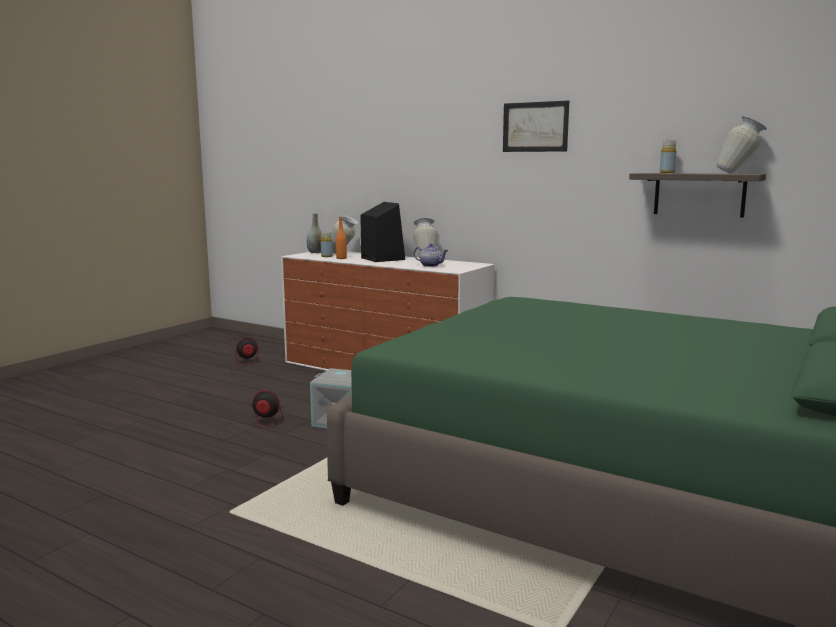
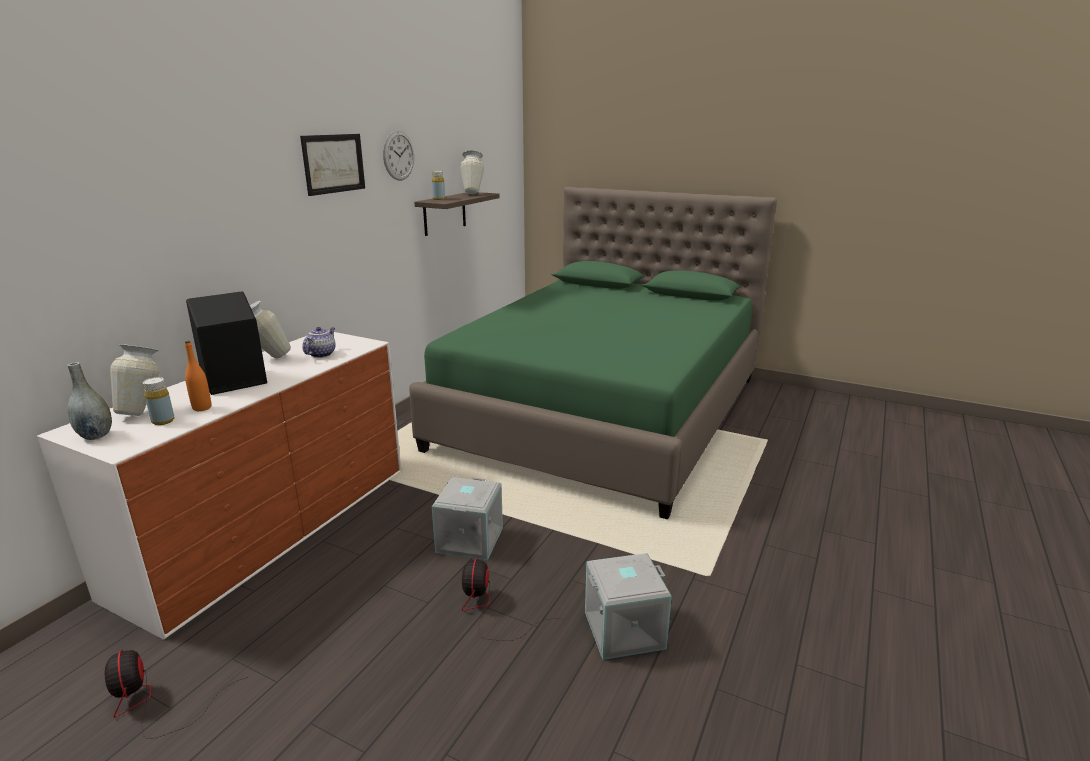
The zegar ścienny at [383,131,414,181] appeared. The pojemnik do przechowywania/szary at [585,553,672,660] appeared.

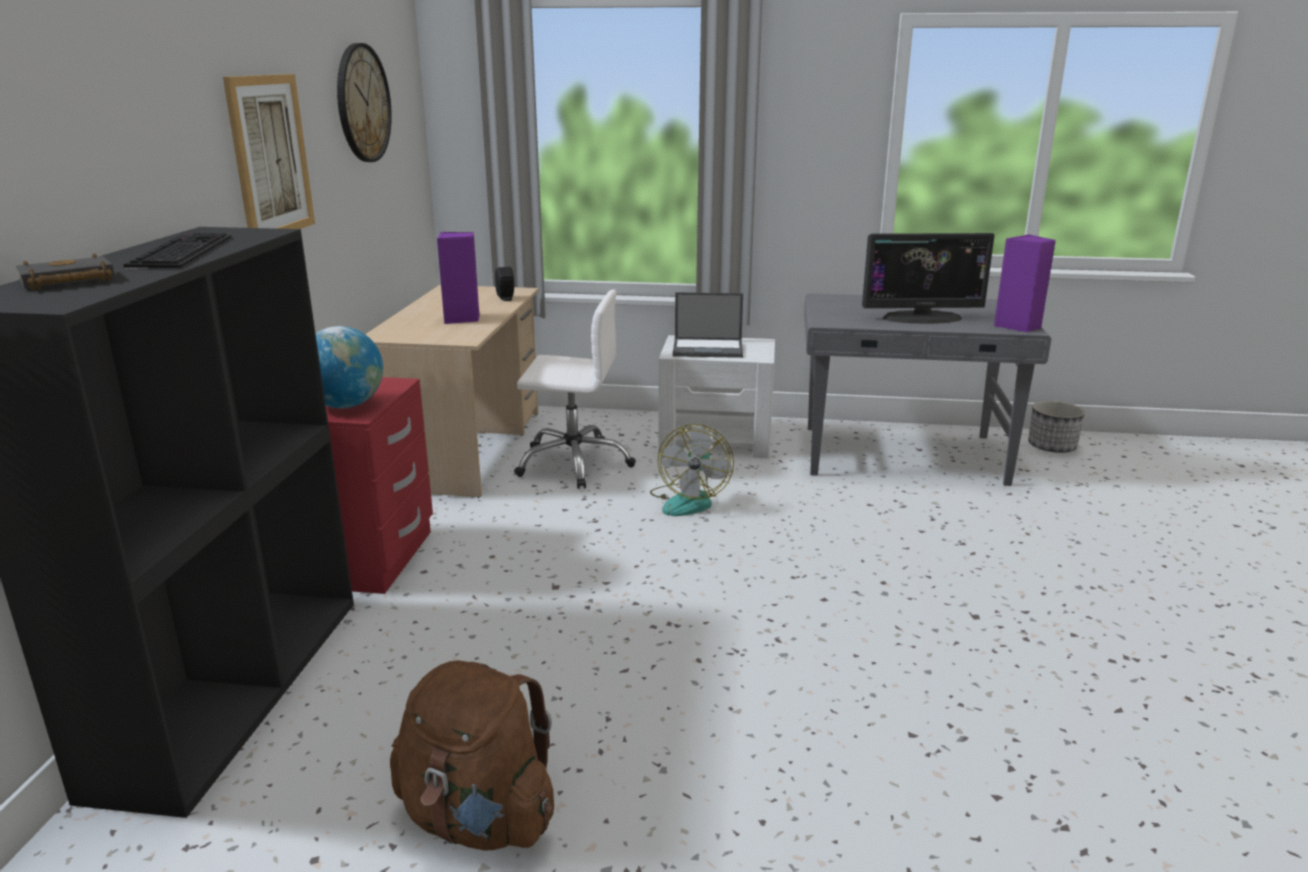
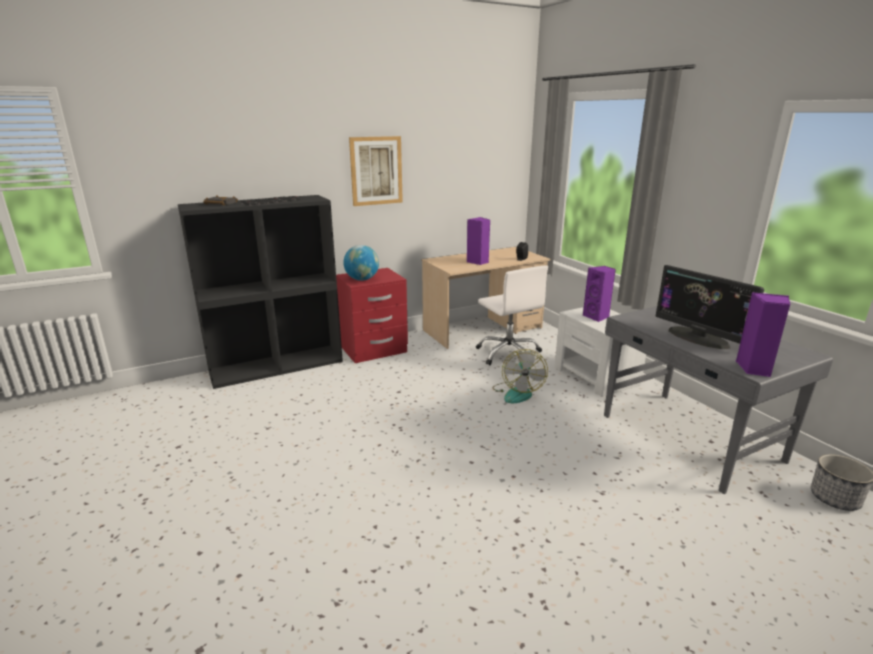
The zegar ścienny at [337,43,392,162] disappeared. The laptop at [673,292,743,358] was replaced by the głośnik/fioletowy at [583,266,616,322]. The wentylator at [650,424,734,516] turned 60 degrees counterclockwise. The plecak/brązowy at [390,660,554,851] disappeared.

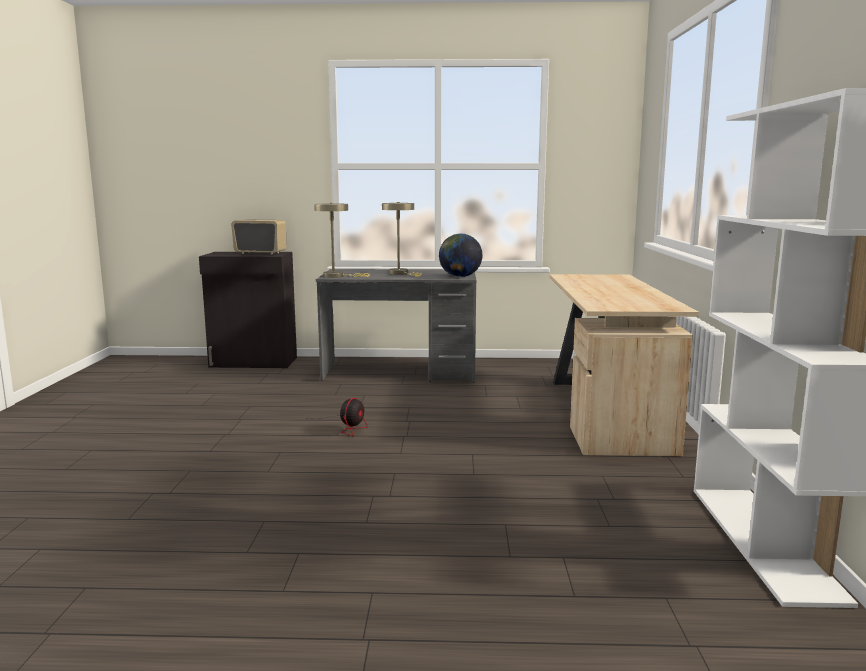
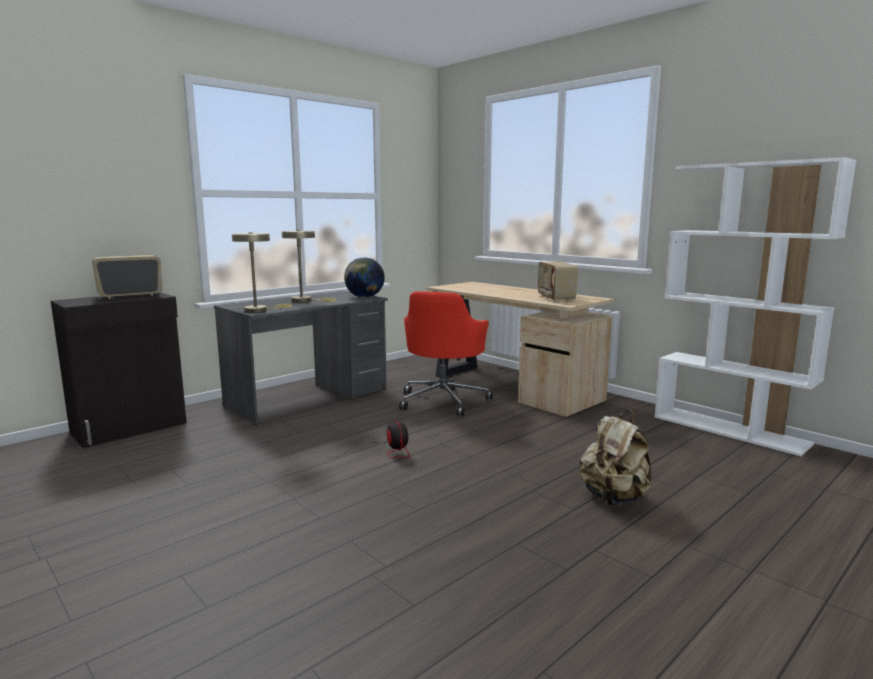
The radio at [538,262,578,301] appeared. The krzesło biurowe/czerwony at [399,291,493,416] appeared. The plecak/beżowy at [580,410,652,505] appeared.

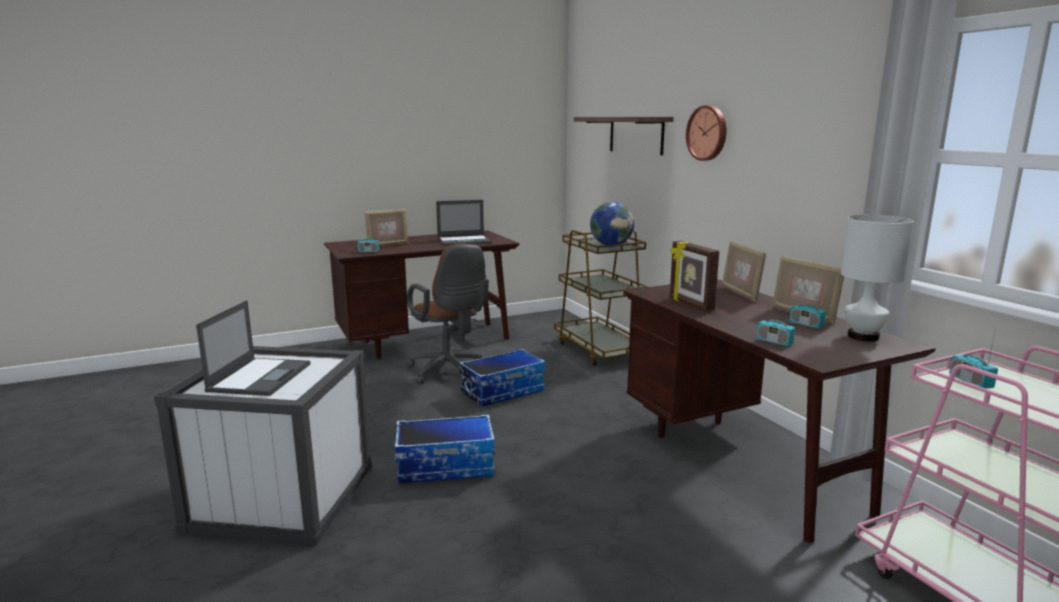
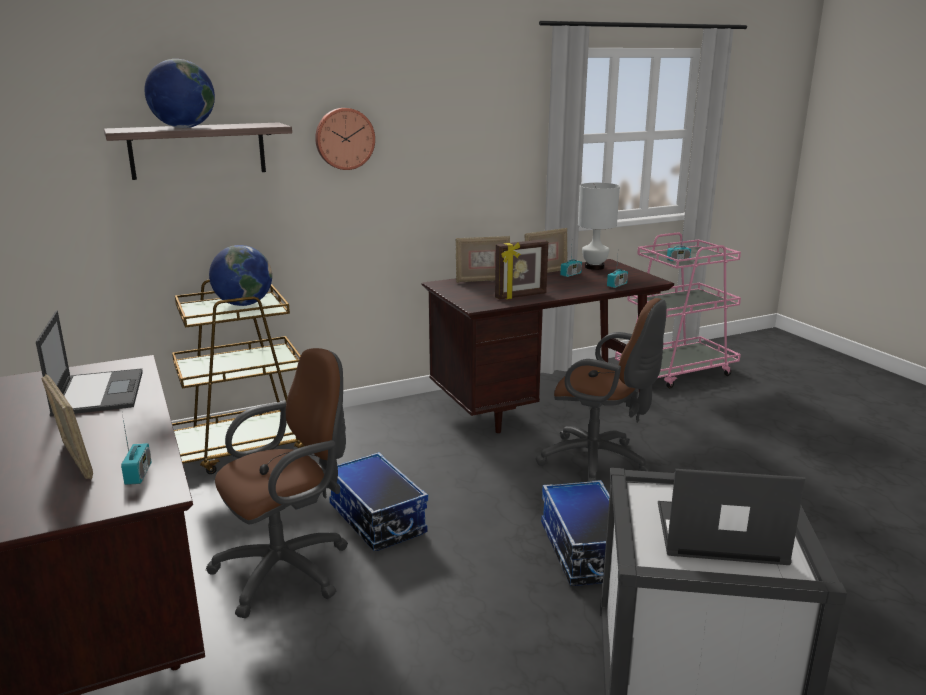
The globus at [144,59,215,128] appeared. The krzesło biurowe/brązowy at [536,298,667,482] appeared.

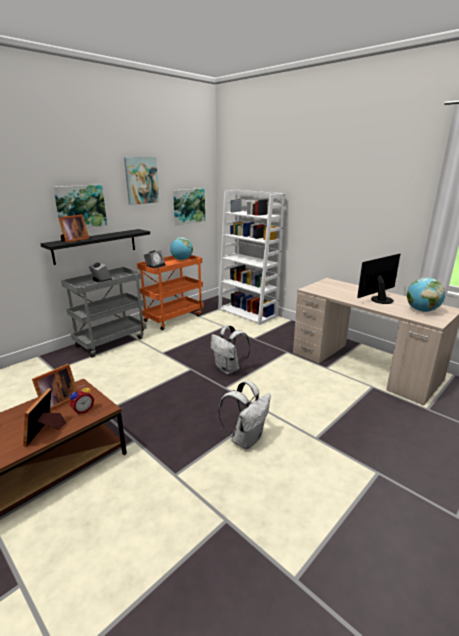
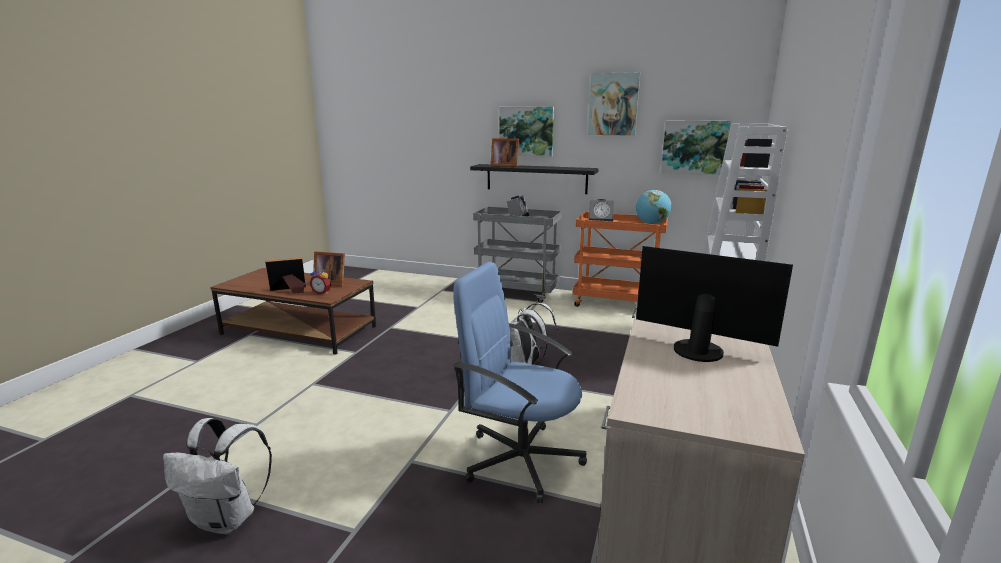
The globus at [407,277,445,312] disappeared. The plecak/biały moved from [218,381,271,449] to [163,418,272,534]. The krzesło biurowe/niebieski at [453,262,587,503] appeared.

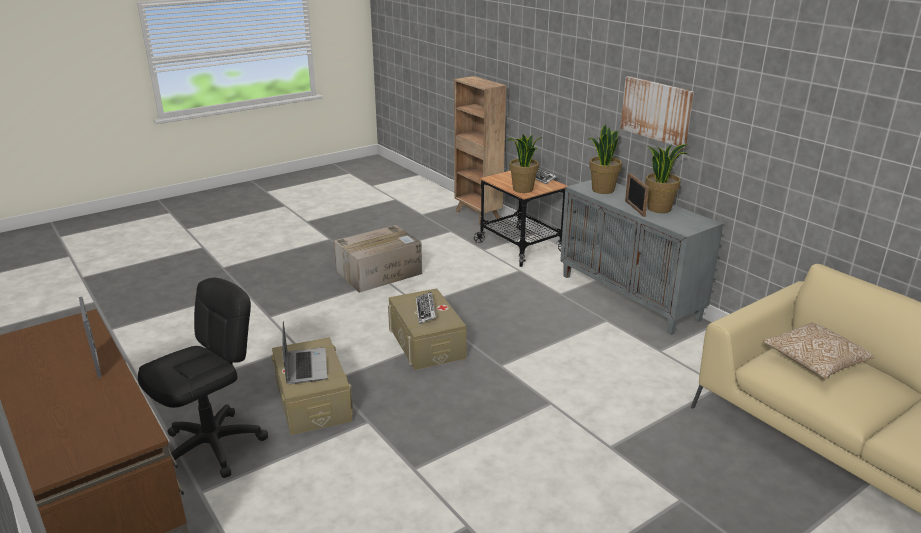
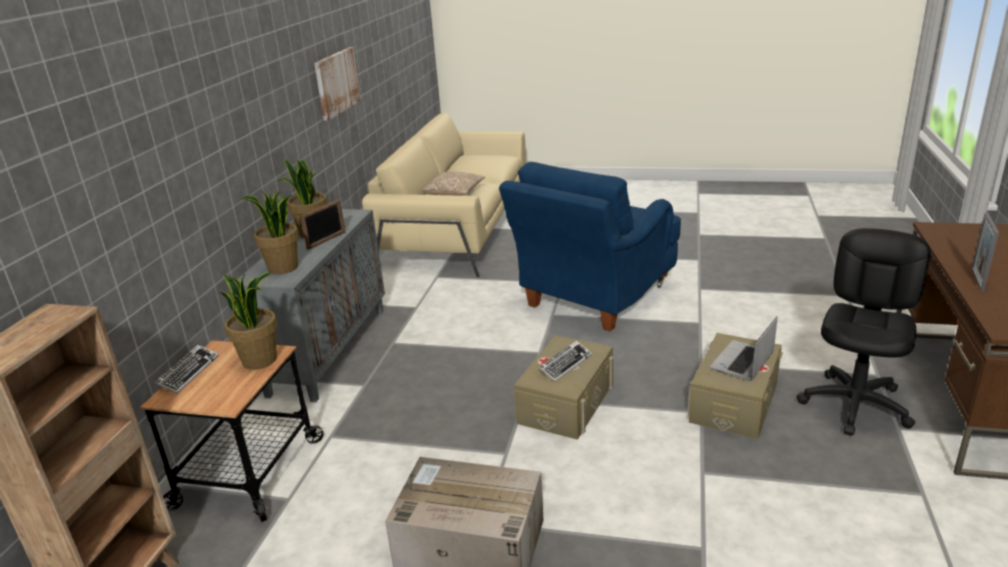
The obraz moved from [620,76,694,148] to [314,47,361,121]. The krzesło biurowe/czarny at [138,278,268,478] turned 120 degrees clockwise. The fotel/niebieski at [499,162,681,332] appeared.

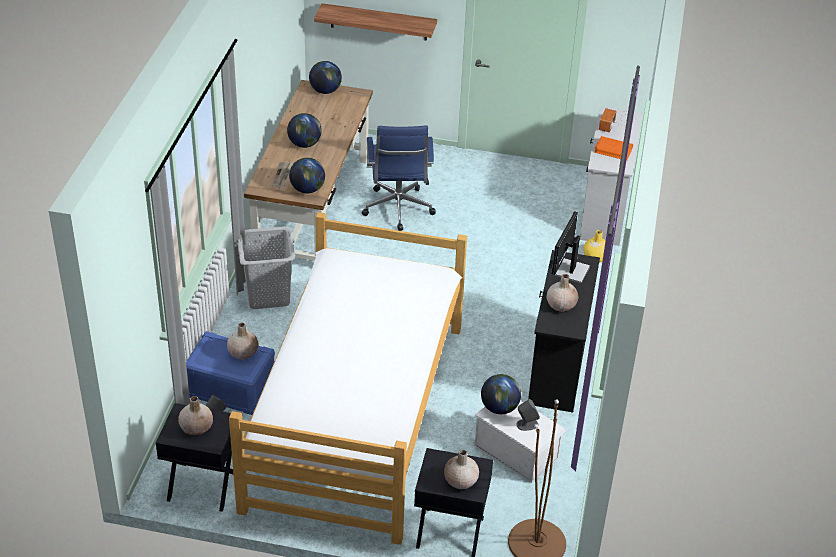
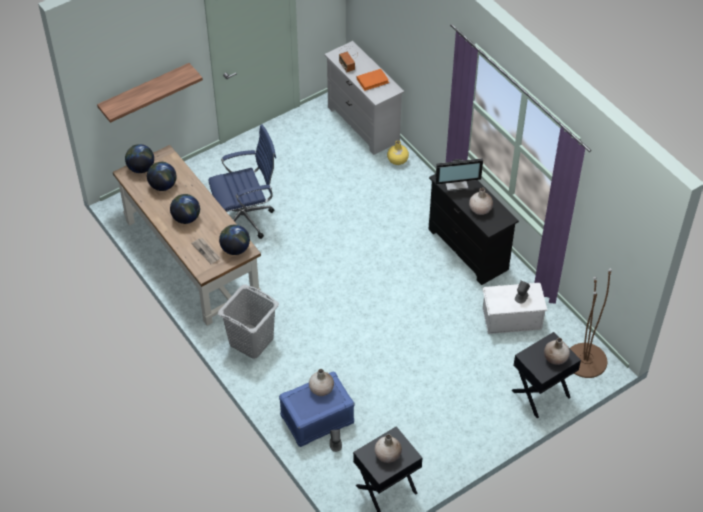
The krzesło biurowe/niebieski at [362,126,436,231] turned 60 degrees counterclockwise. The monitor at [552,211,590,284] turned 75 degrees counterclockwise. The łóżko at [229,212,467,545] disappeared. The globus moved from [481,374,521,414] to [147,162,177,191].

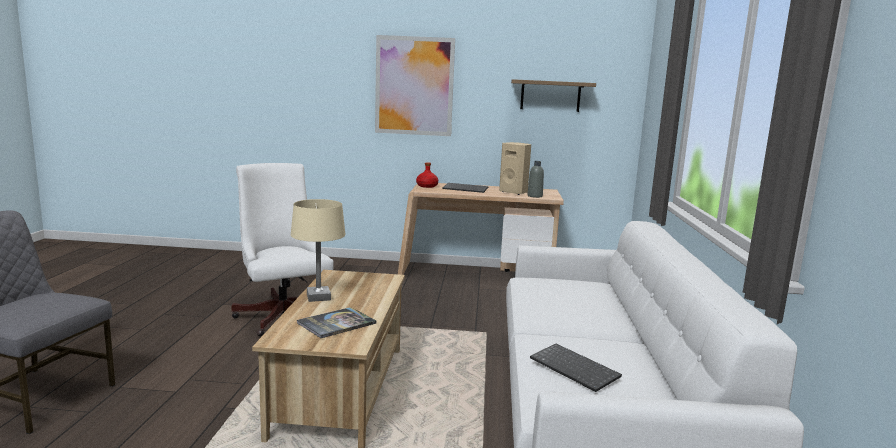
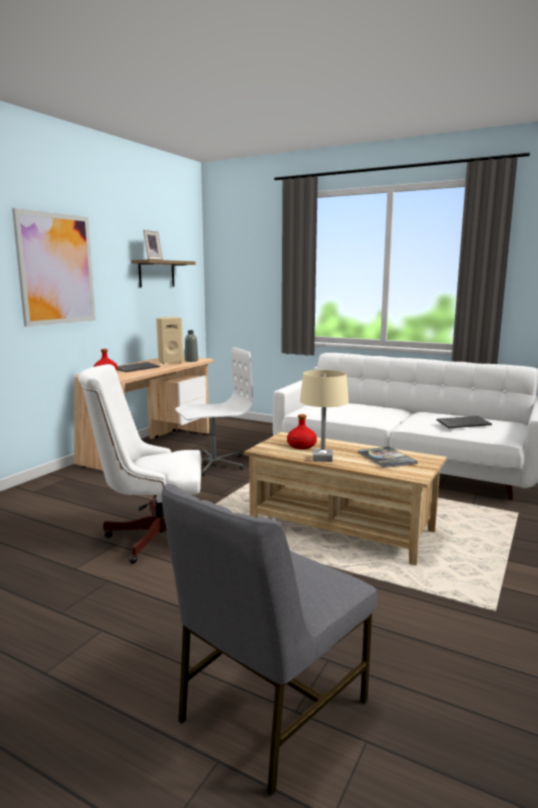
The ramka na zdjęcie at [143,230,163,260] appeared. The krzesło biurowe/biały at [175,347,253,476] appeared. The butelka/czerwony at [287,414,317,449] appeared.

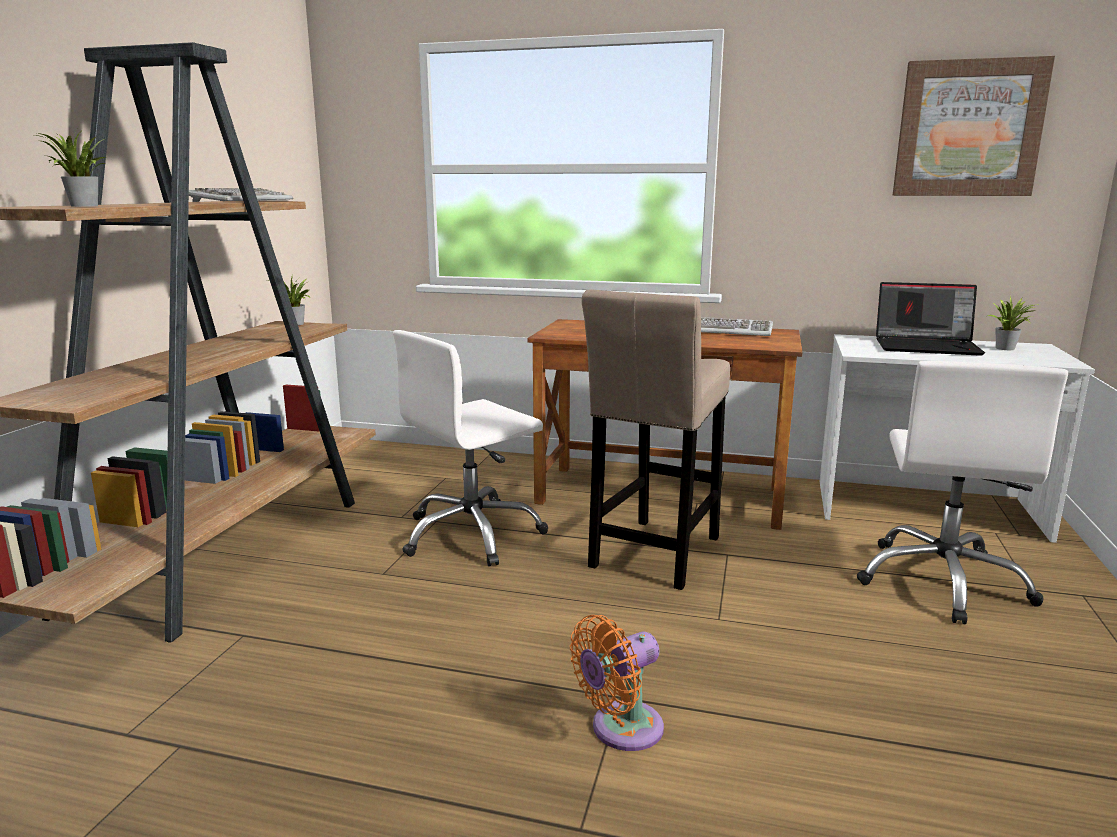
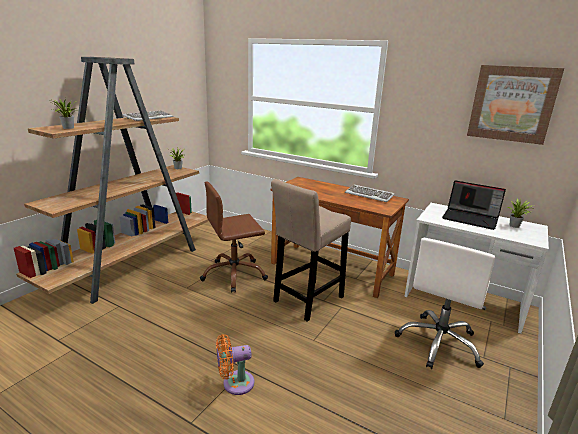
The krzesło biurowe/biały at [393,330,548,566] became the krzesło biurowe/brązowy at [200,181,268,293].

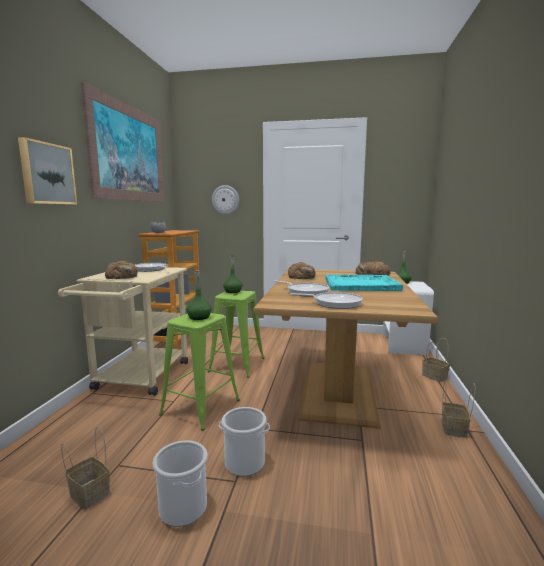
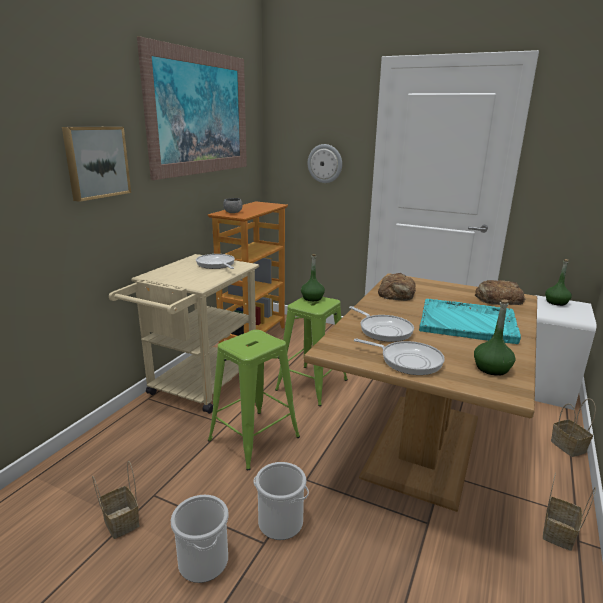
The chleb at [105,260,138,279] disappeared. The butelka/zielony moved from [186,270,212,320] to [474,299,515,376].

